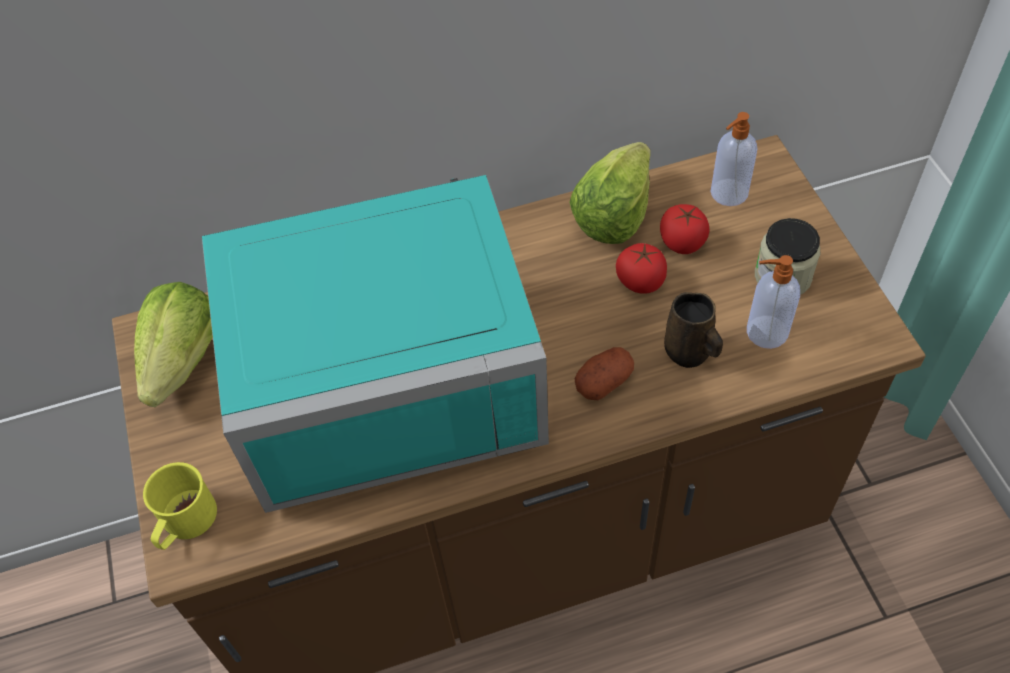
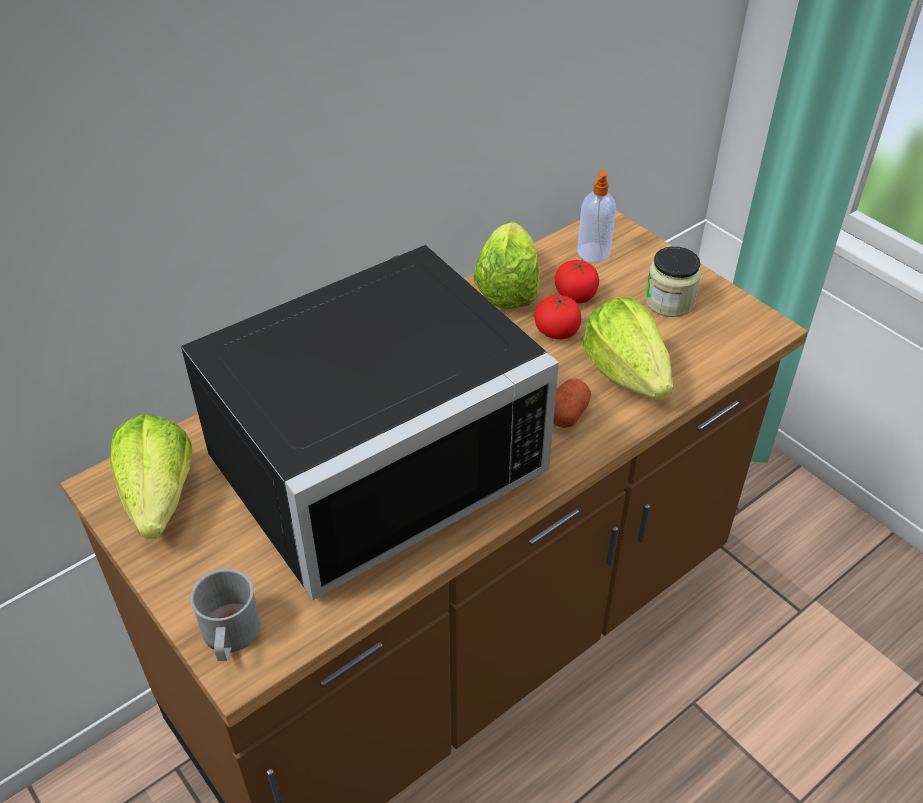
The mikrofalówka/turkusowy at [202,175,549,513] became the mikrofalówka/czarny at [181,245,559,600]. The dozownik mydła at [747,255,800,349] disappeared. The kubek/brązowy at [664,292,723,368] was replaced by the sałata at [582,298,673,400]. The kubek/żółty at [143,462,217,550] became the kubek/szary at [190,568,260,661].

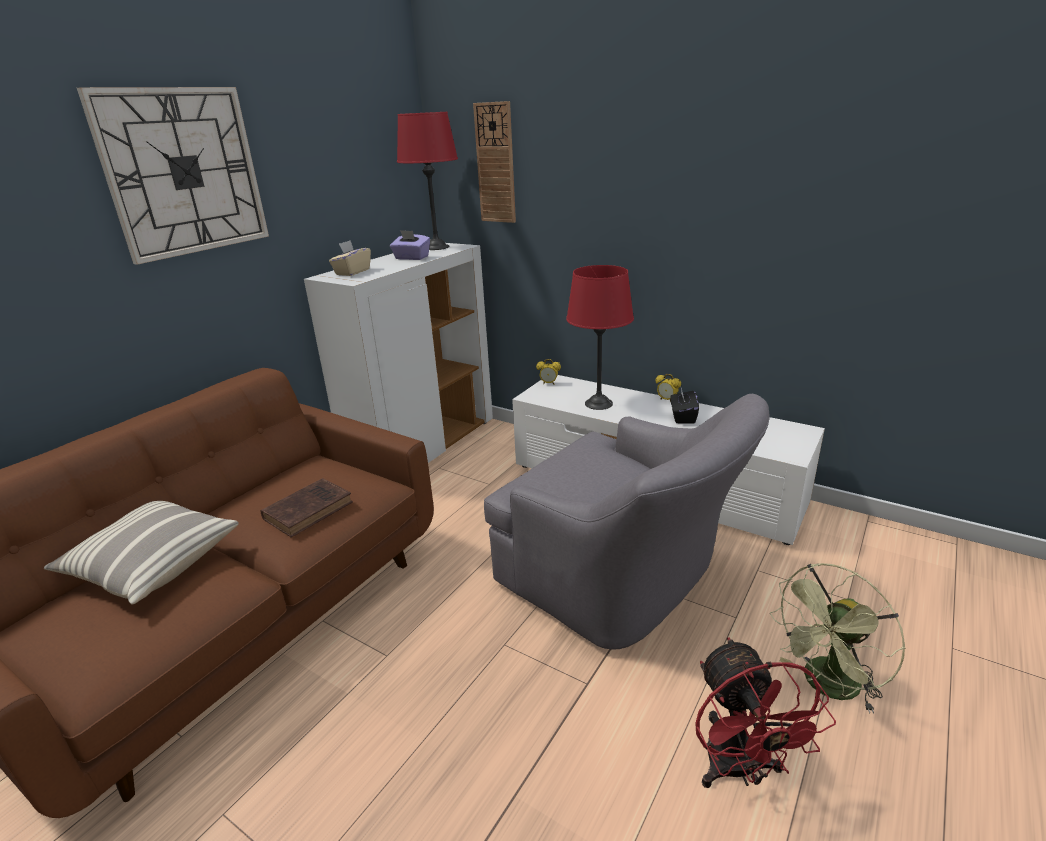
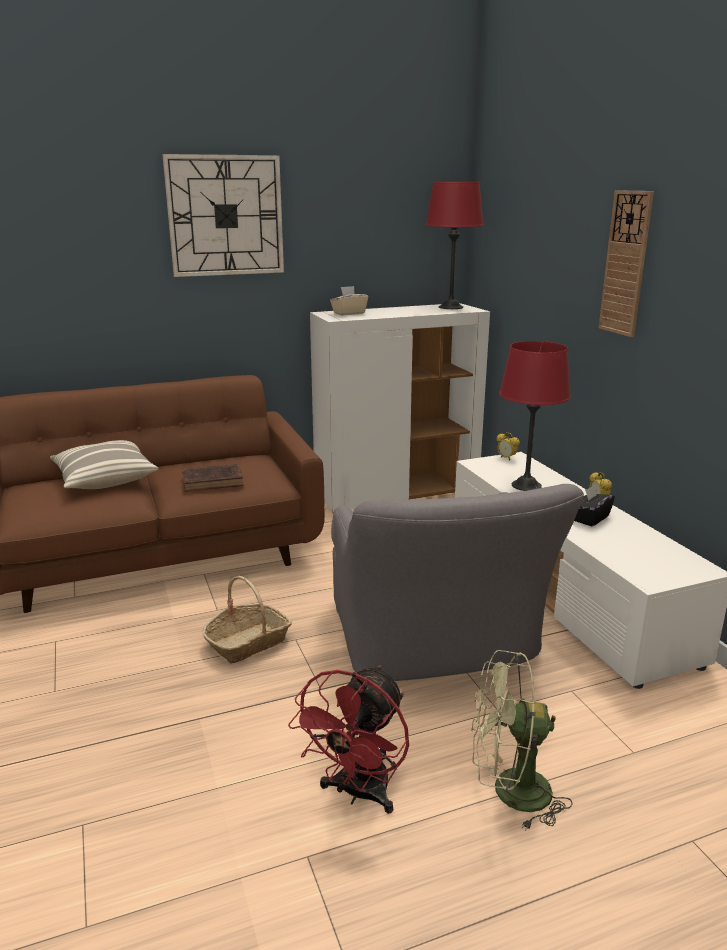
The zegar ścienny moved from [473,101,516,223] to [599,191,654,337]. The pudełko chusteczek/fioletowy at [390,230,430,260] disappeared. The koszyk at [202,576,292,664] appeared.

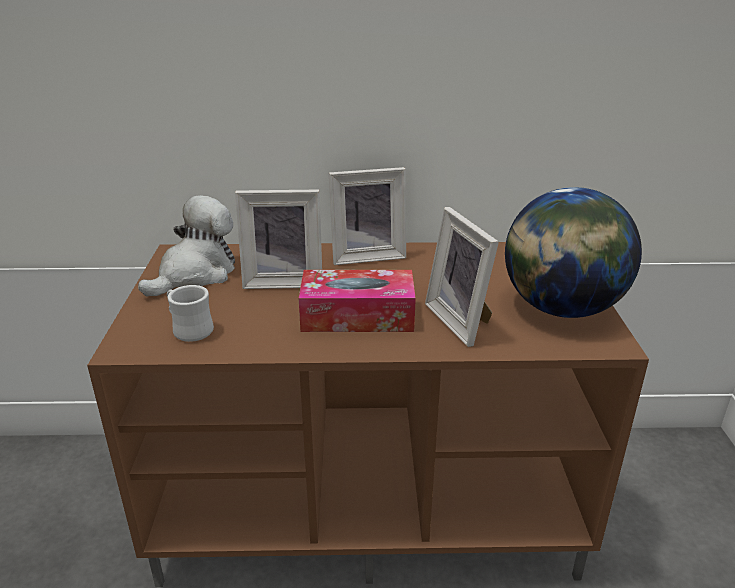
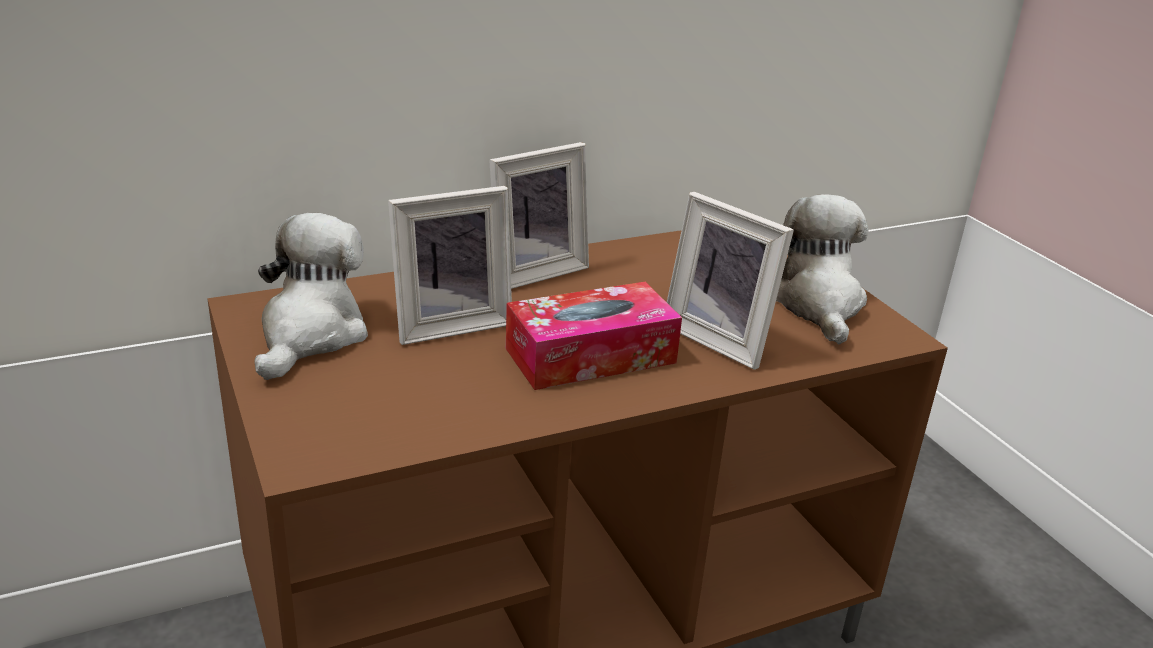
The globus at [505,187,642,318] was replaced by the pluszak at [776,194,869,345]. The kubek/biały at [167,285,214,342] disappeared.

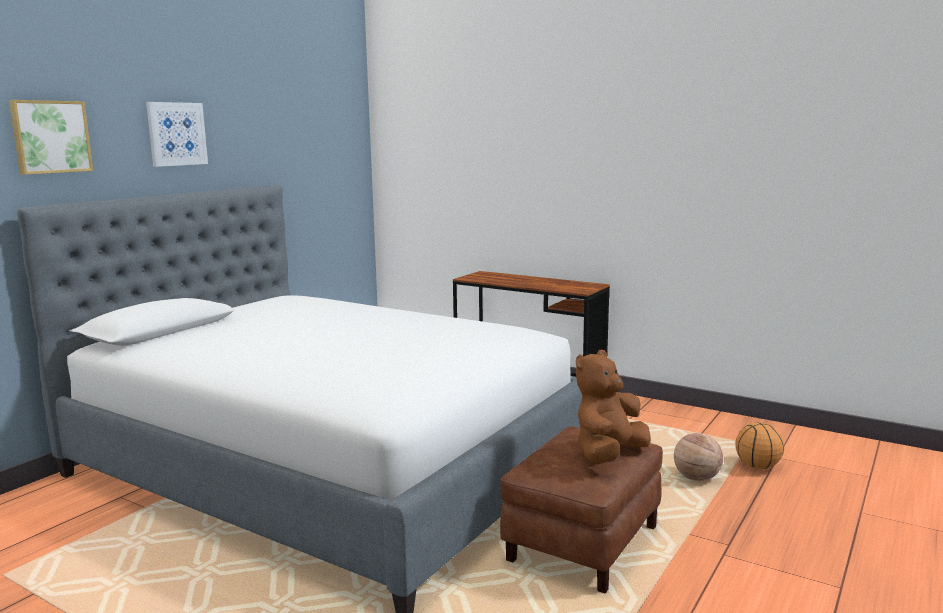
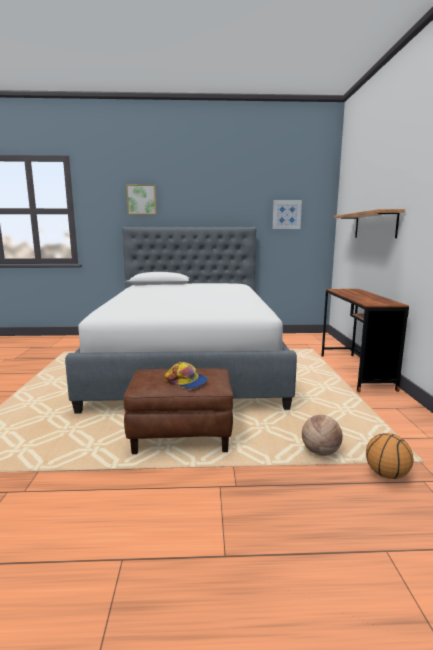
The obraz moved from [146,102,208,167] to [273,200,302,229]. The pluszak/brązowy at [576,350,651,464] was replaced by the czapka z daszkiem at [164,362,208,389]. The półka at [334,209,405,238] appeared.

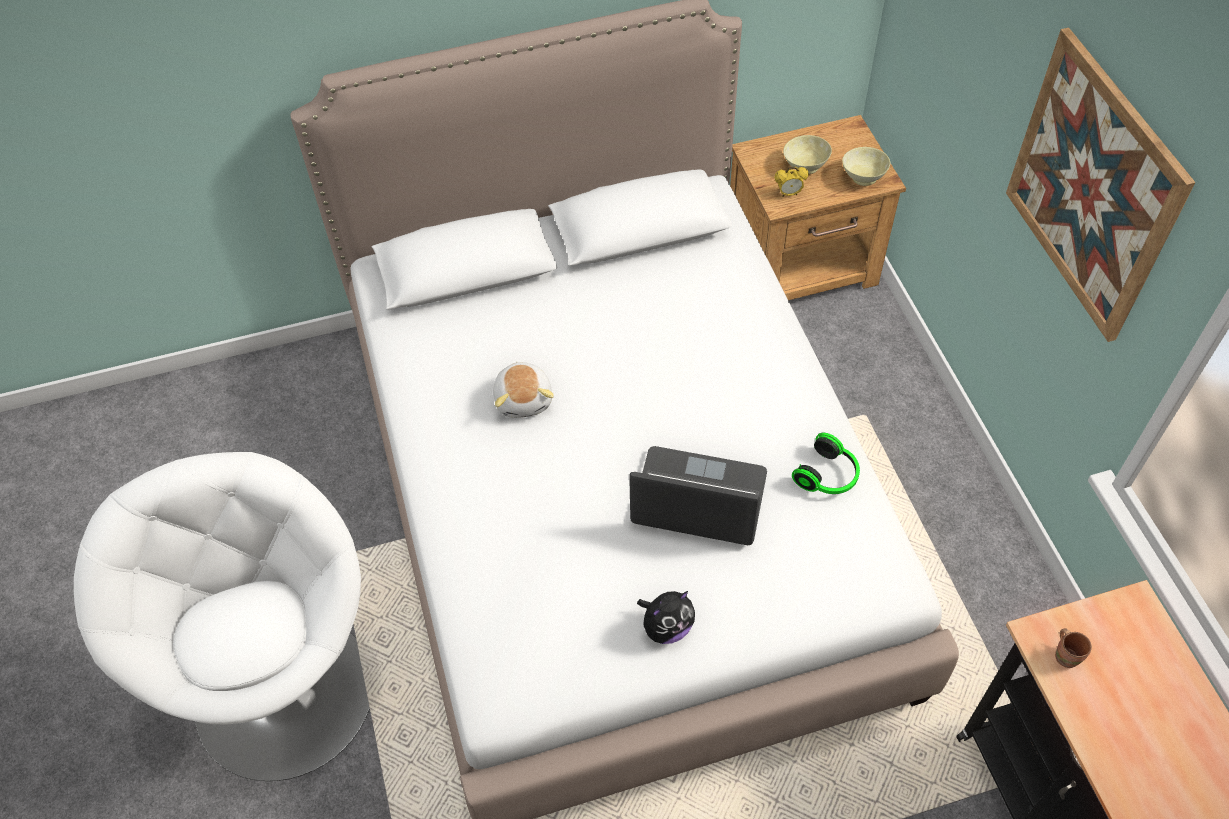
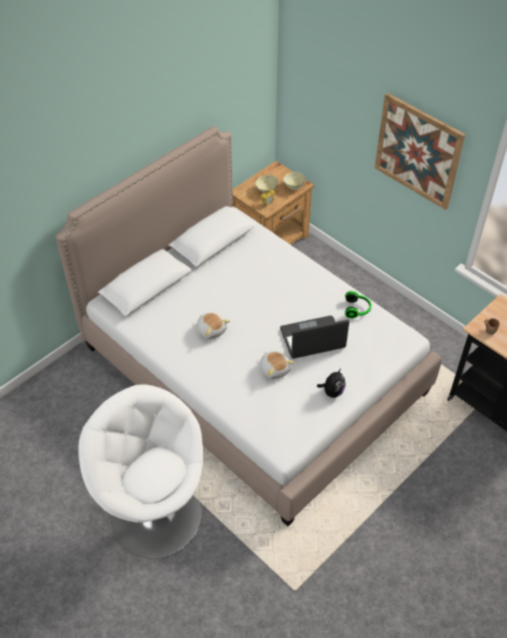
The pluszak at [260,351,295,380] appeared.

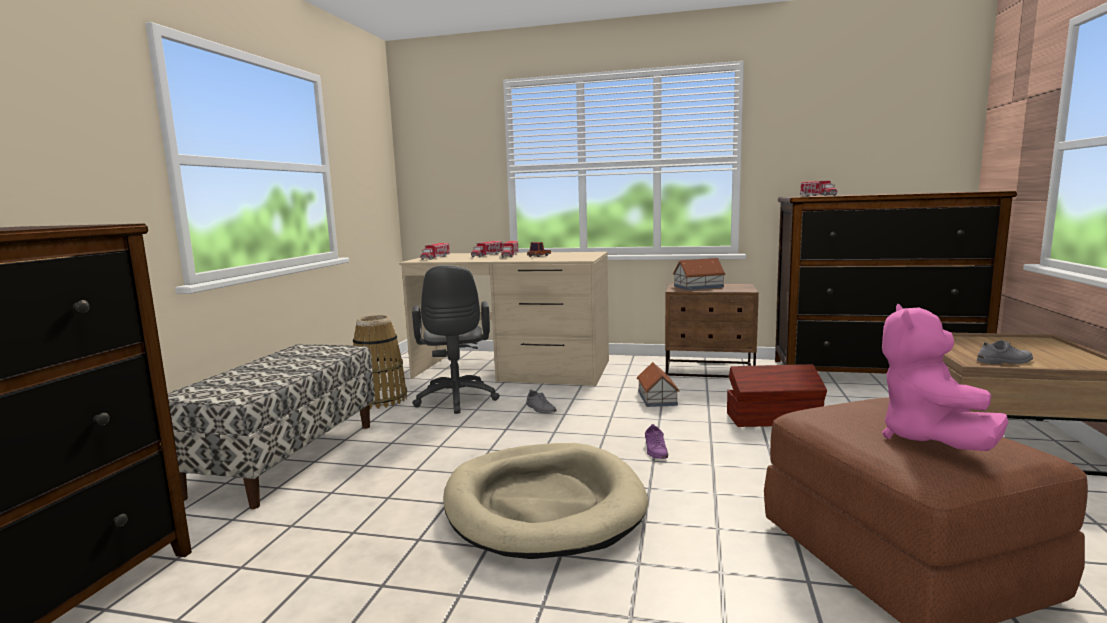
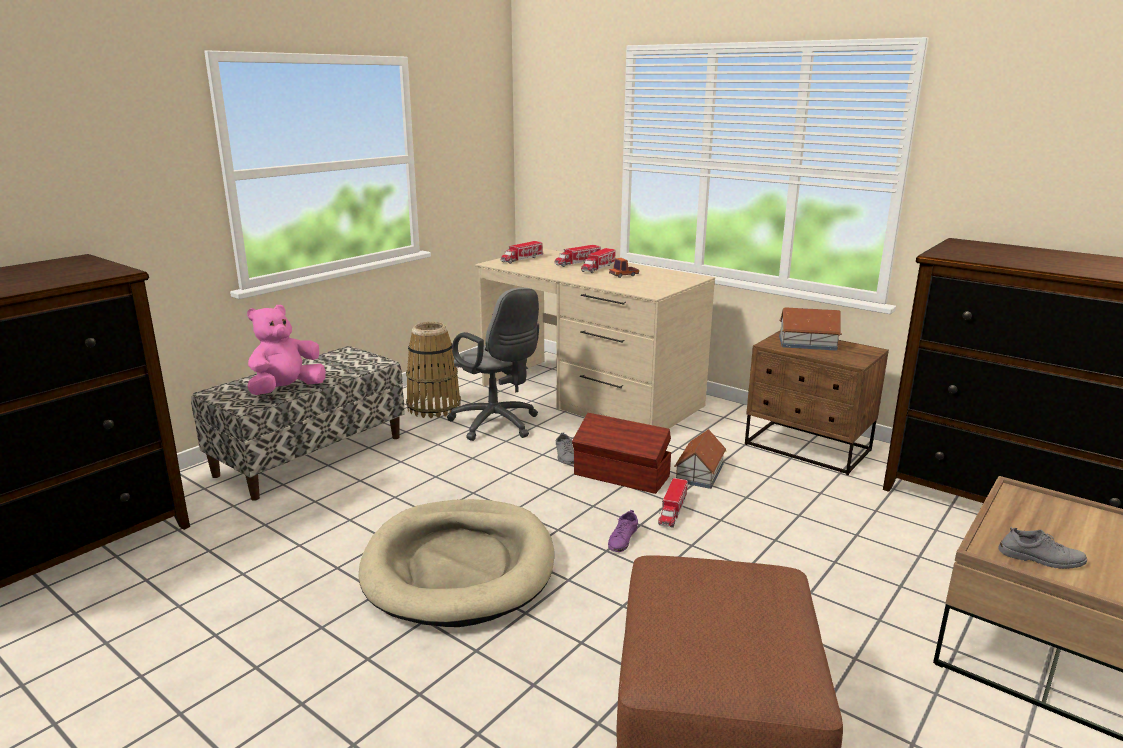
The ciężarówka zabawkowa moved from [800,181,837,196] to [658,478,688,528]. The krzesło biurowe/szary at [412,265,500,414] turned 60 degrees counterclockwise. The pluszak/różowy moved from [882,304,1009,451] to [247,305,325,395]. The pojemnik do przechowywania/brązowy moved from [727,364,827,427] to [572,413,672,494].

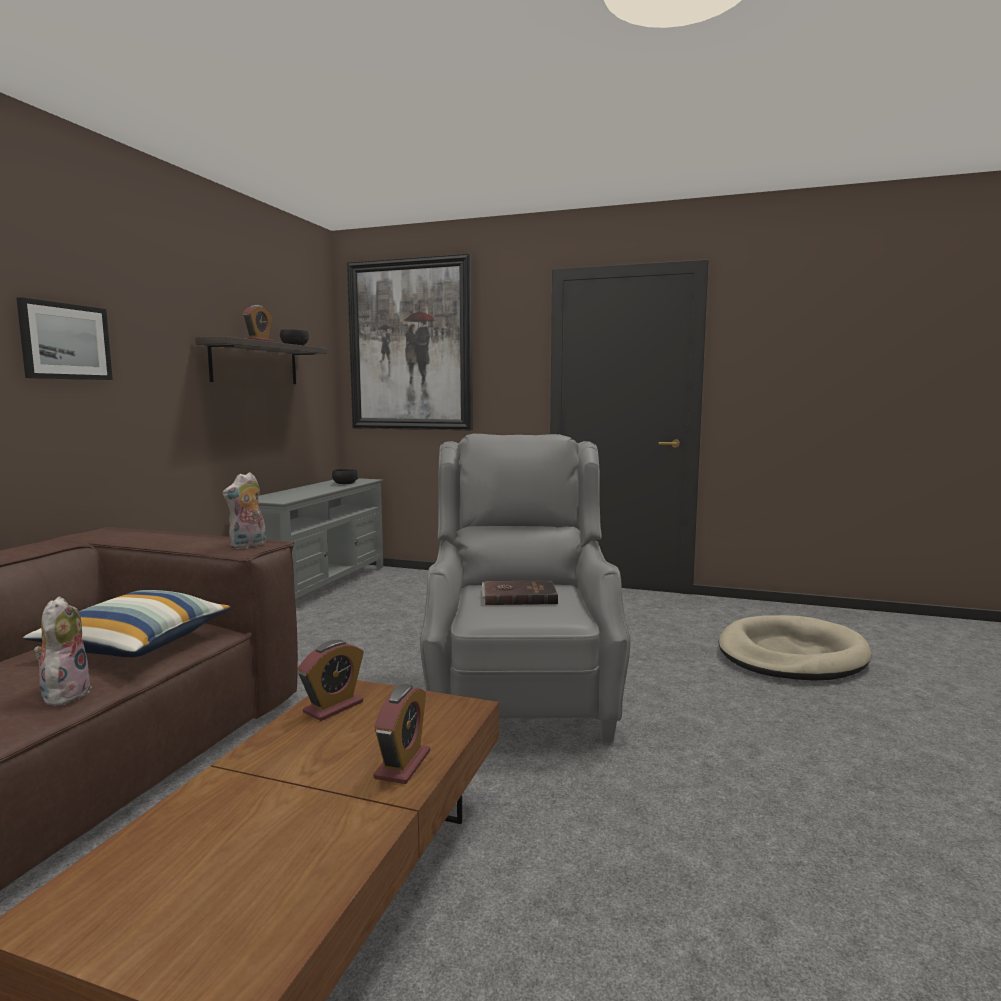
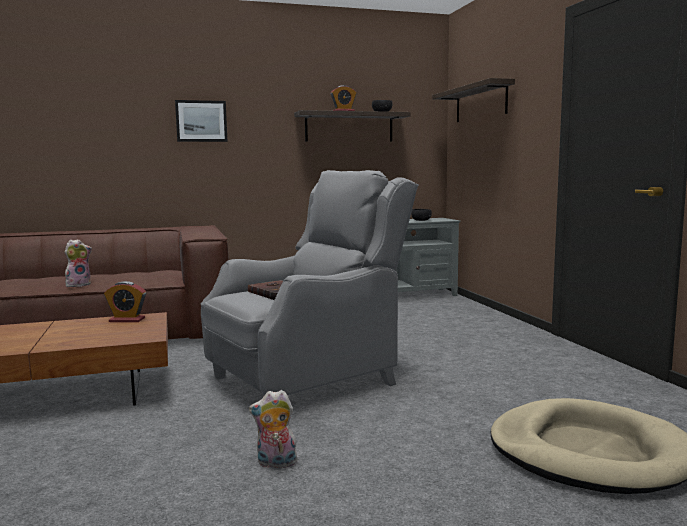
The obraz at [347,254,473,430] was replaced by the półka at [432,78,515,122]. The pluszak moved from [222,472,266,549] to [249,390,297,468]. The poduszka at [23,590,231,657] disappeared. The budzik at [374,684,430,784] disappeared.

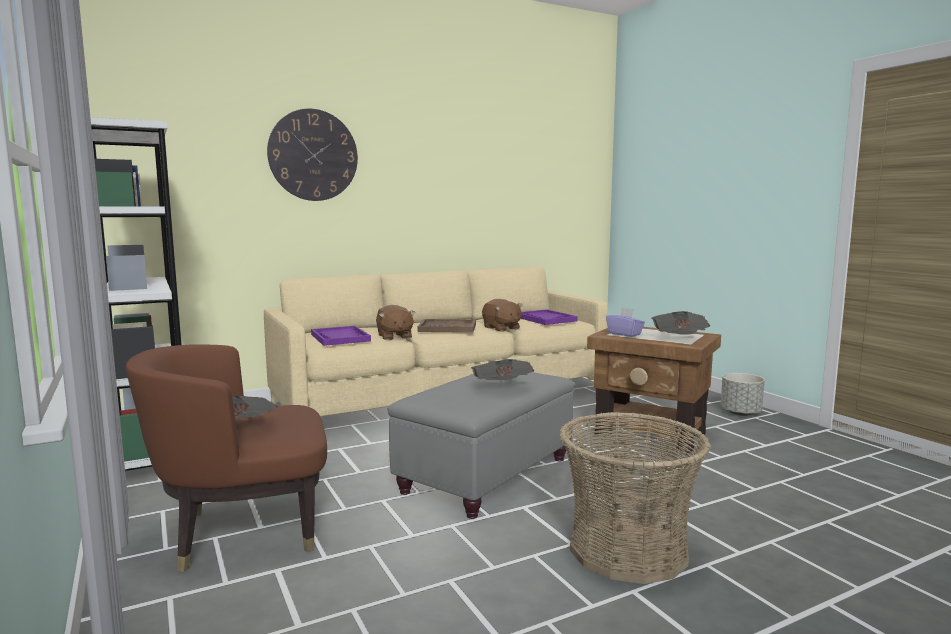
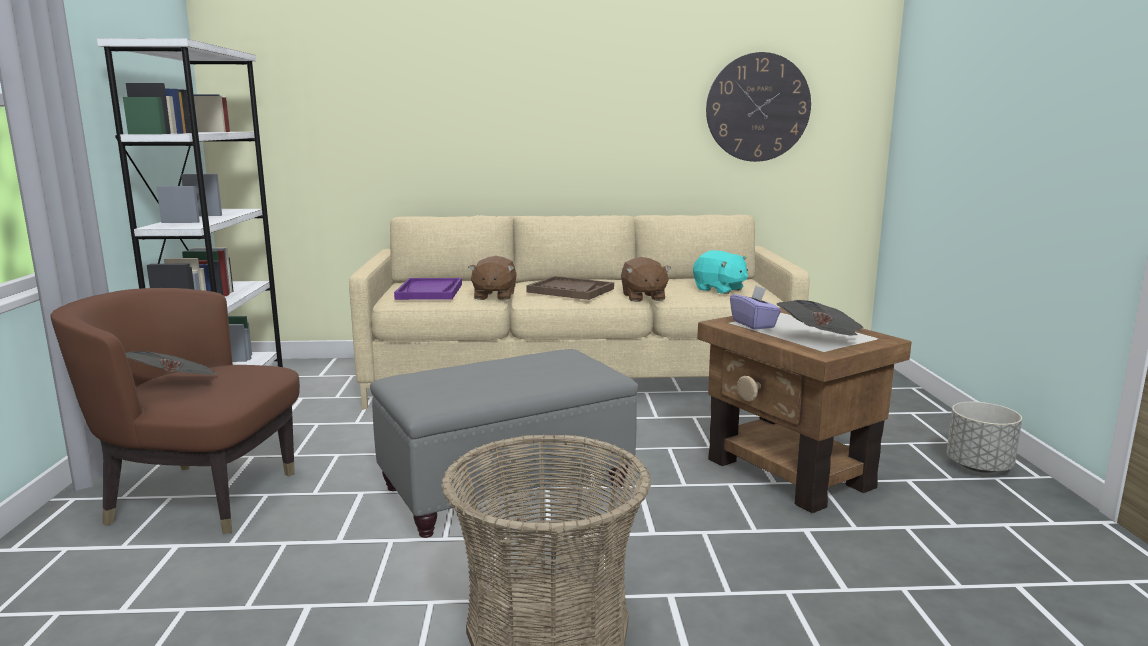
The zegar ścienny moved from [267,109,358,201] to [706,52,811,162]. The taca/fioletowy at [520,309,578,325] was replaced by the pluszak/turkusowy at [693,250,748,294]. The gazeta at [471,359,534,380] disappeared.

